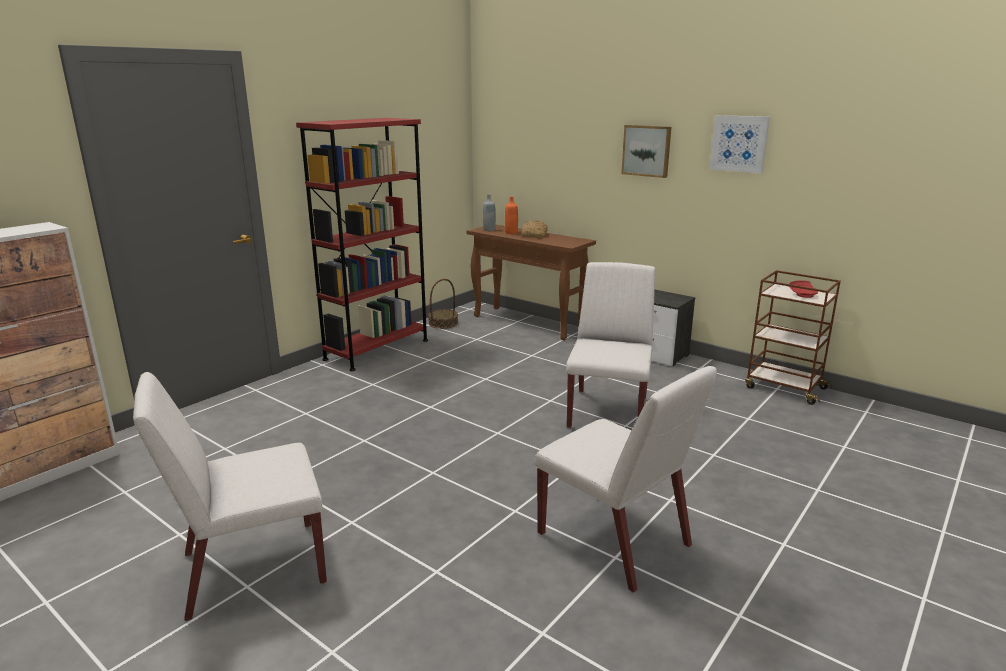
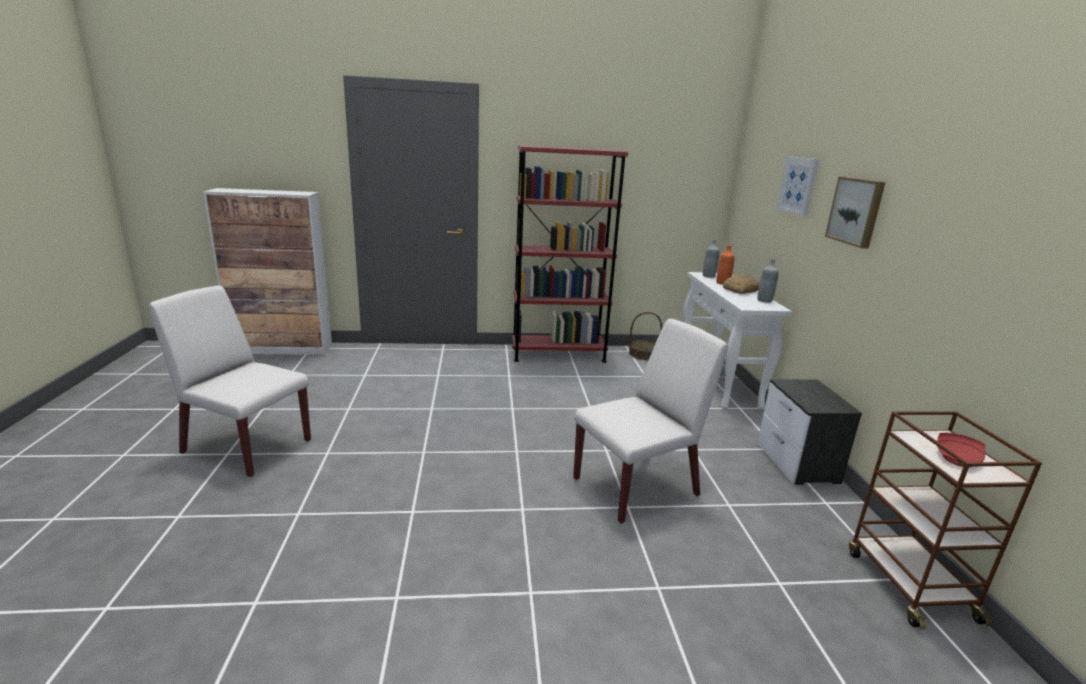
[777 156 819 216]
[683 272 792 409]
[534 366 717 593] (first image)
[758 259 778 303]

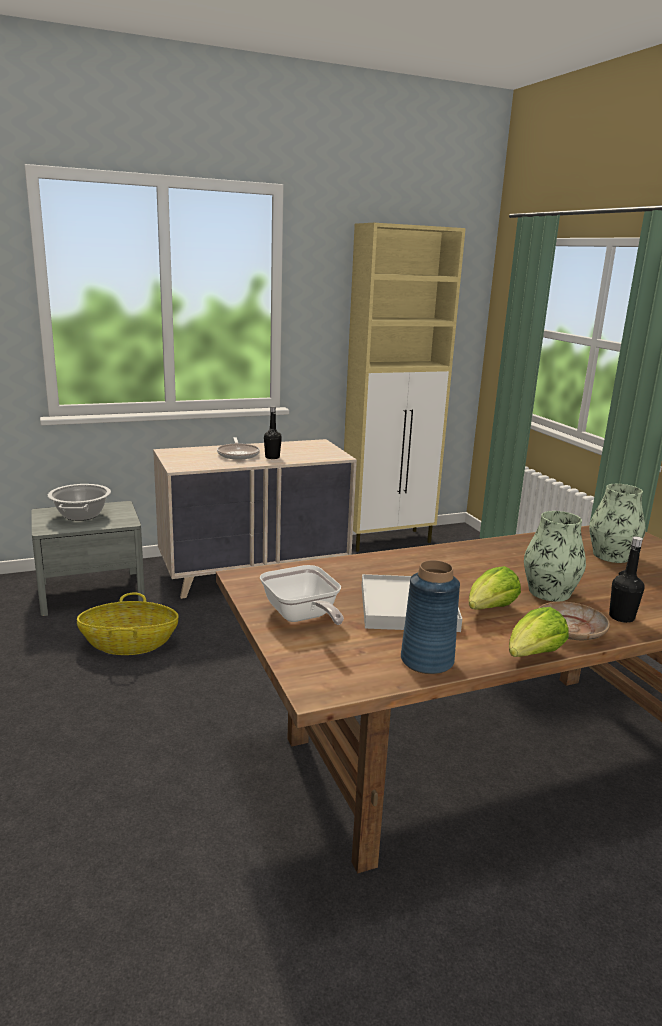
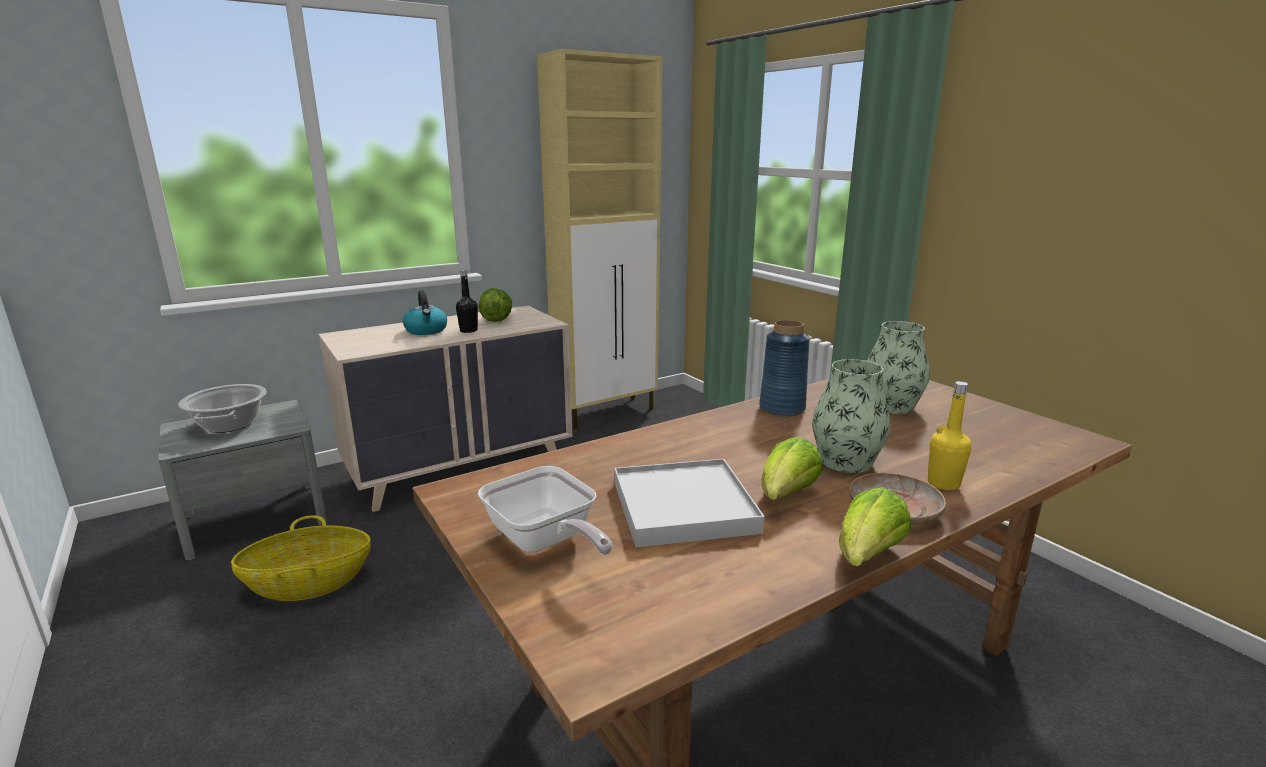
[403 290 447 335]
[928 381 972 490]
[759 320 810 417]
[478 288 512 322]

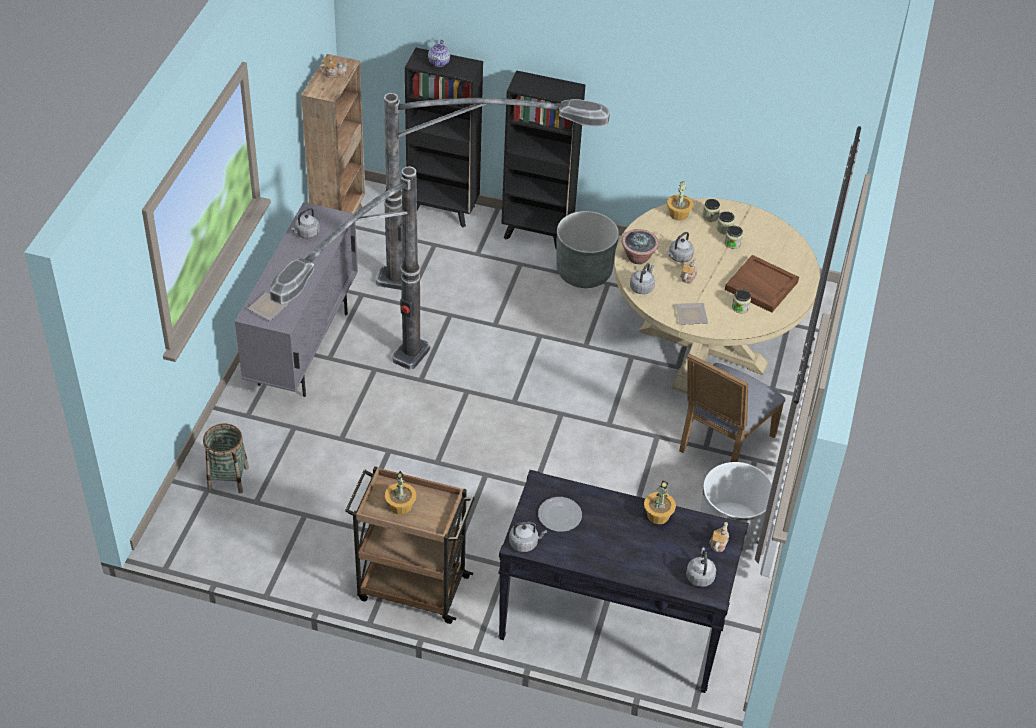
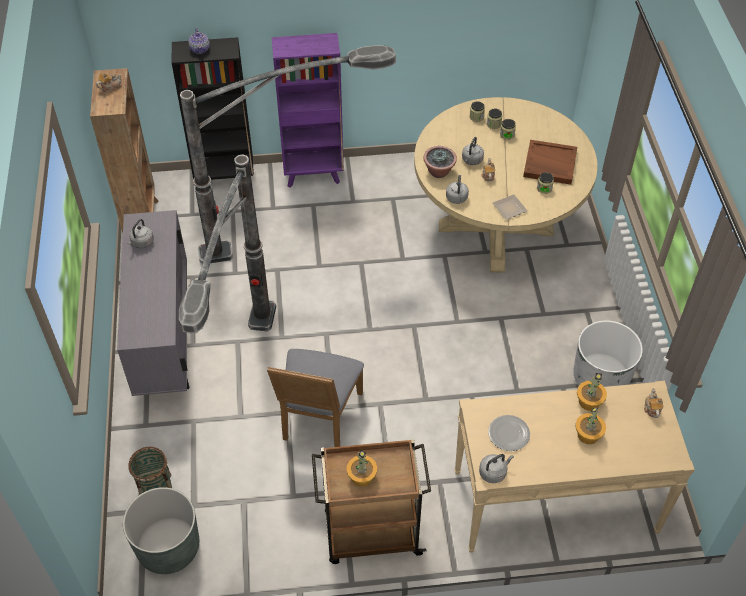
[272 33 344 188]
[575 407 606 444]
[123 487 199 574]
[248 292 288 321] (first image)
[267 349 364 447]
[454 381 695 552]
[686 547 716 587] (first image)

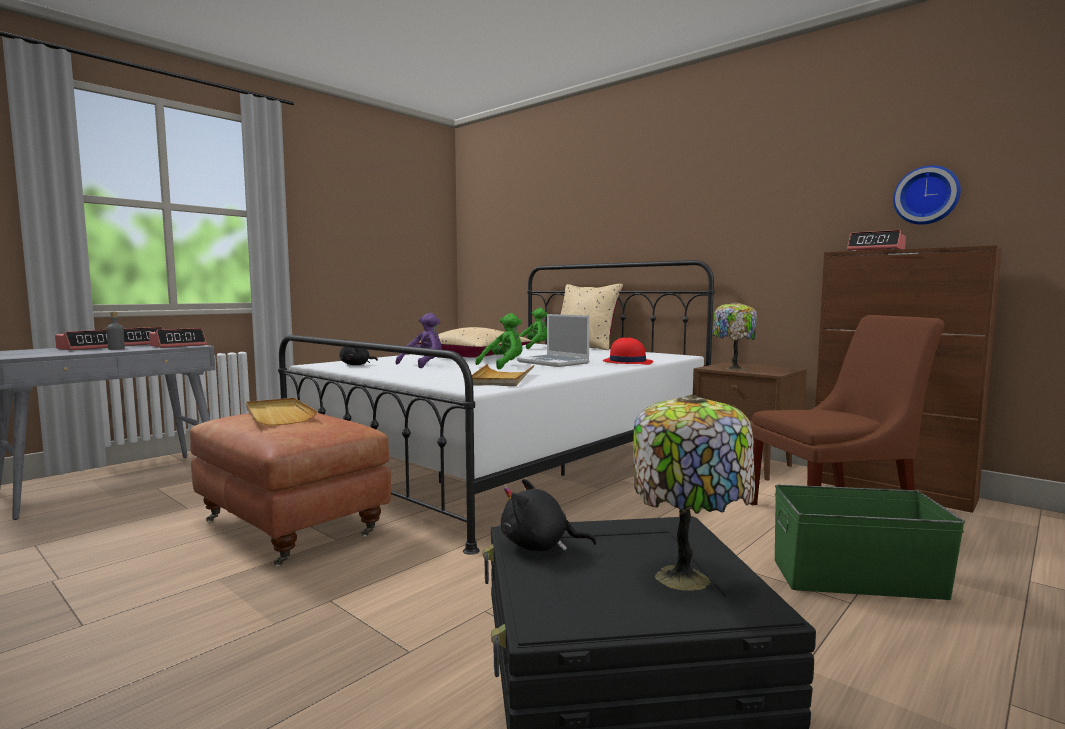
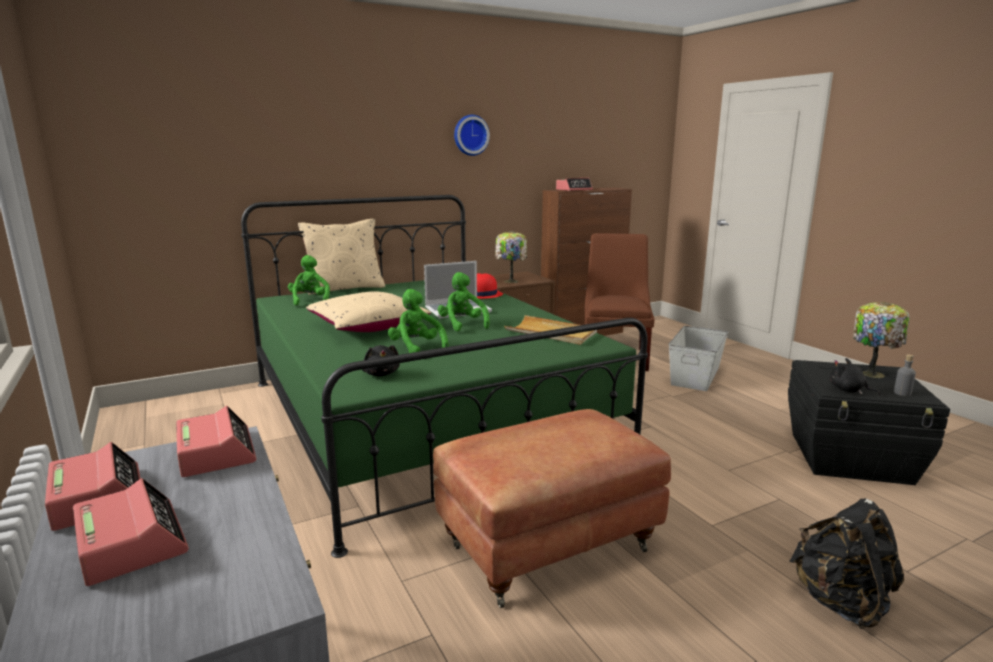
[454 115 490 156]
[241 195 648 558]
[894 354 916 396]
[388 289 449 353]
[246 398 317 426] (first image)
[829 358 880 396]
[668 326 728 391]
[789 499 904 629]

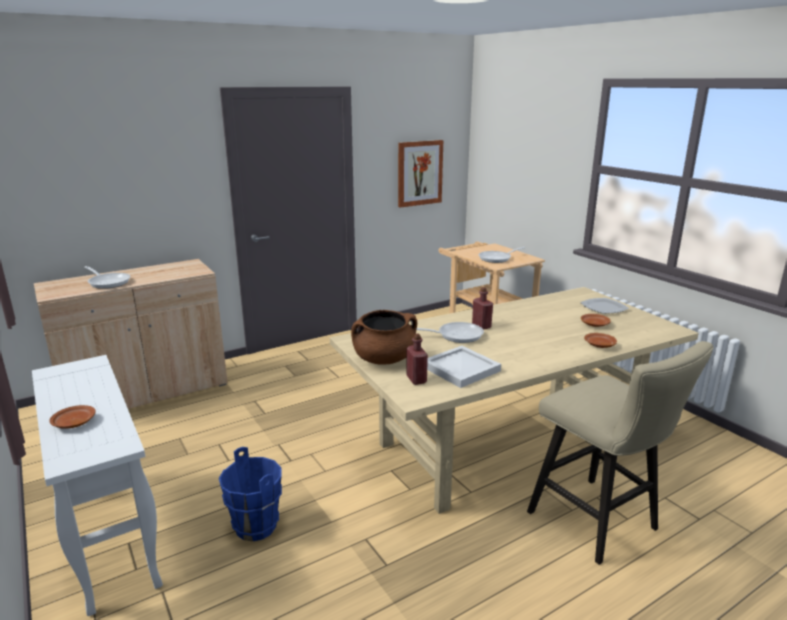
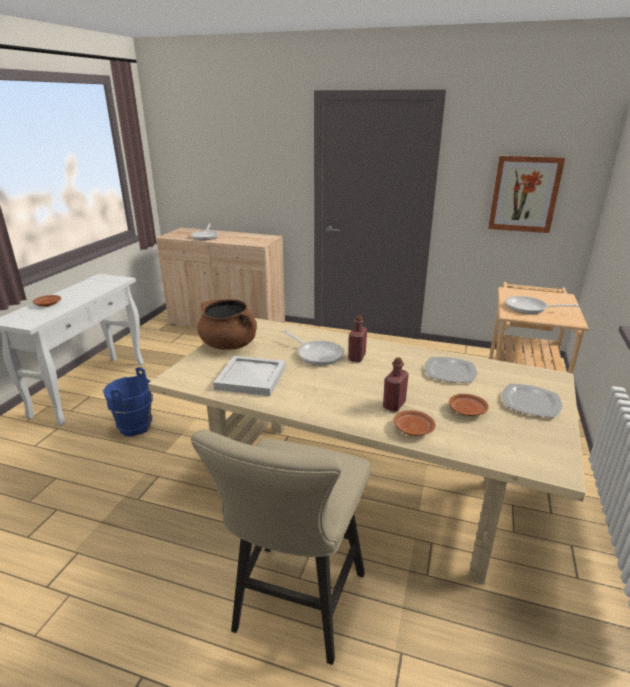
[383 357 409 412]
[424 357 477 383]

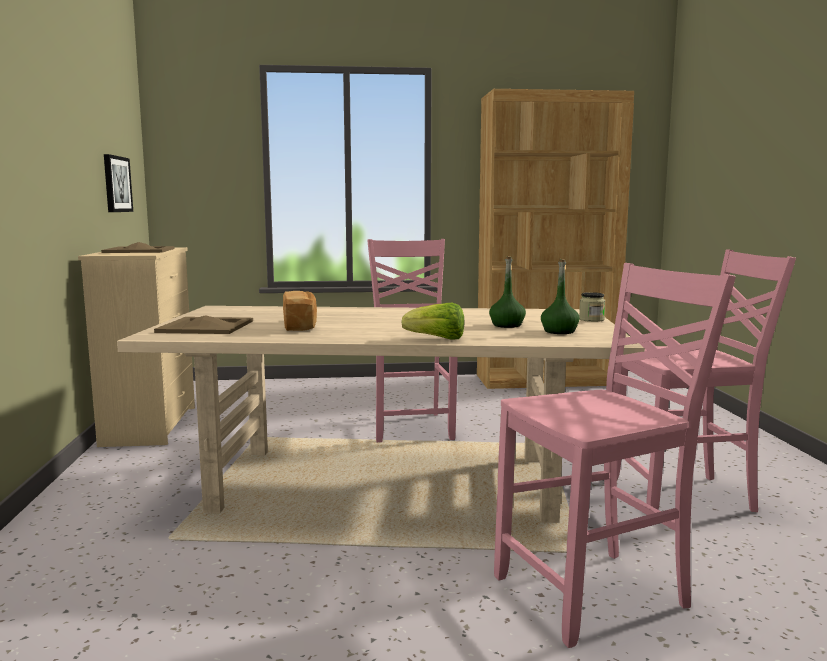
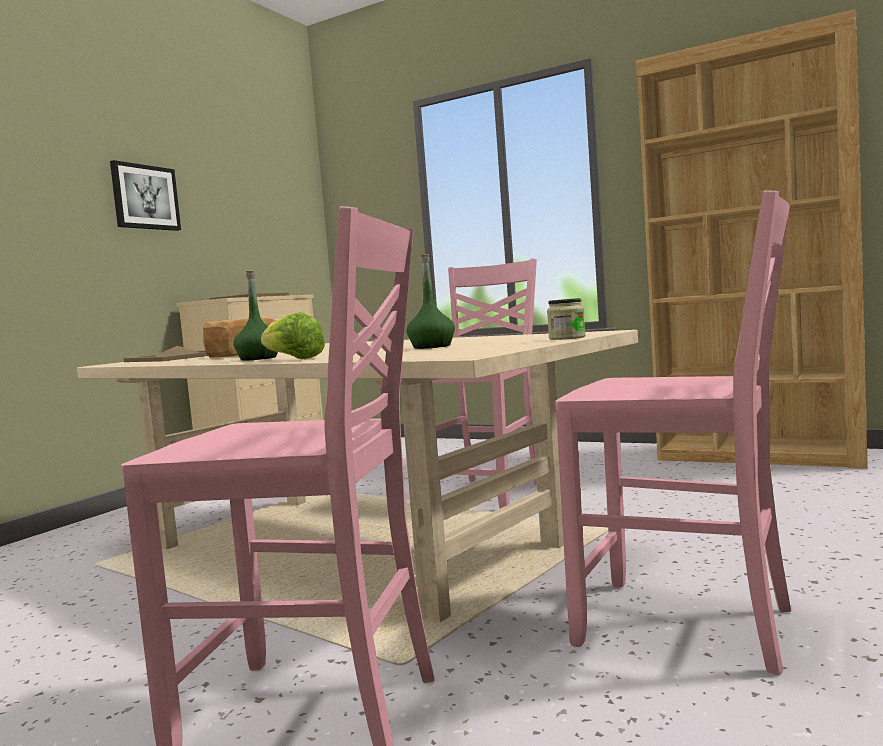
[110 160 181 231]
[233 270 278 361]

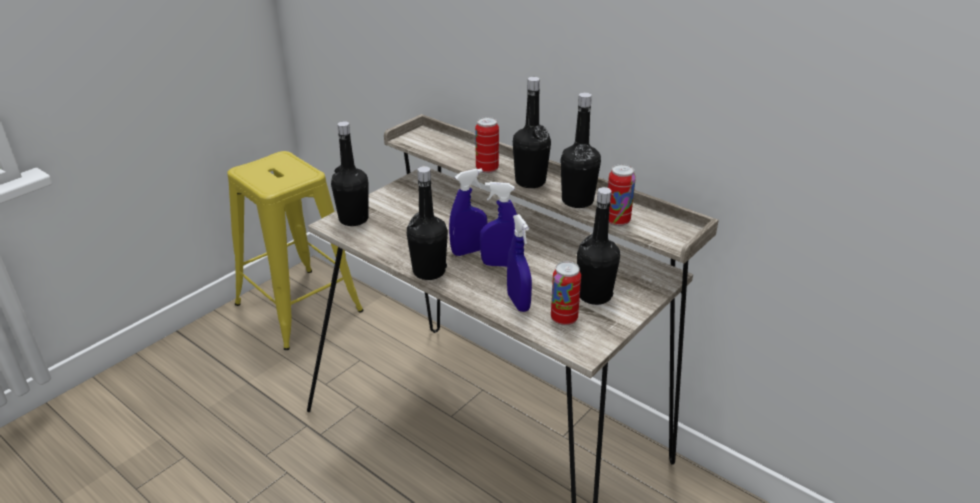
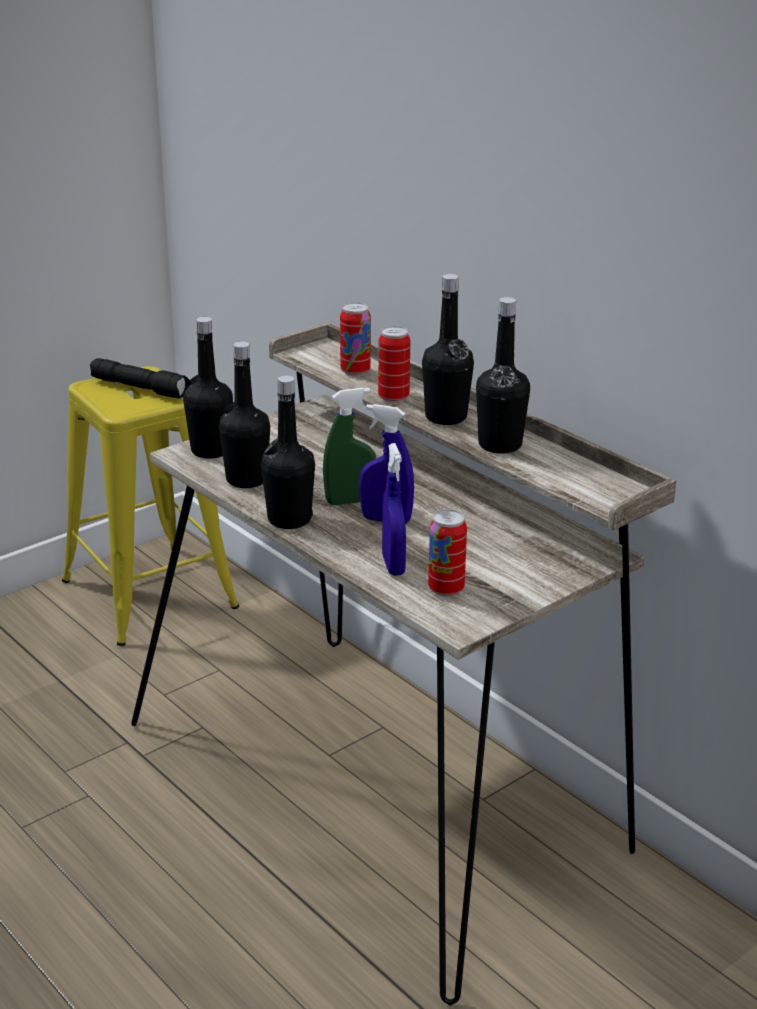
[340 302 371 376]
[323 388 376 505]
[219 341 270 488]
[90 358 191 399]

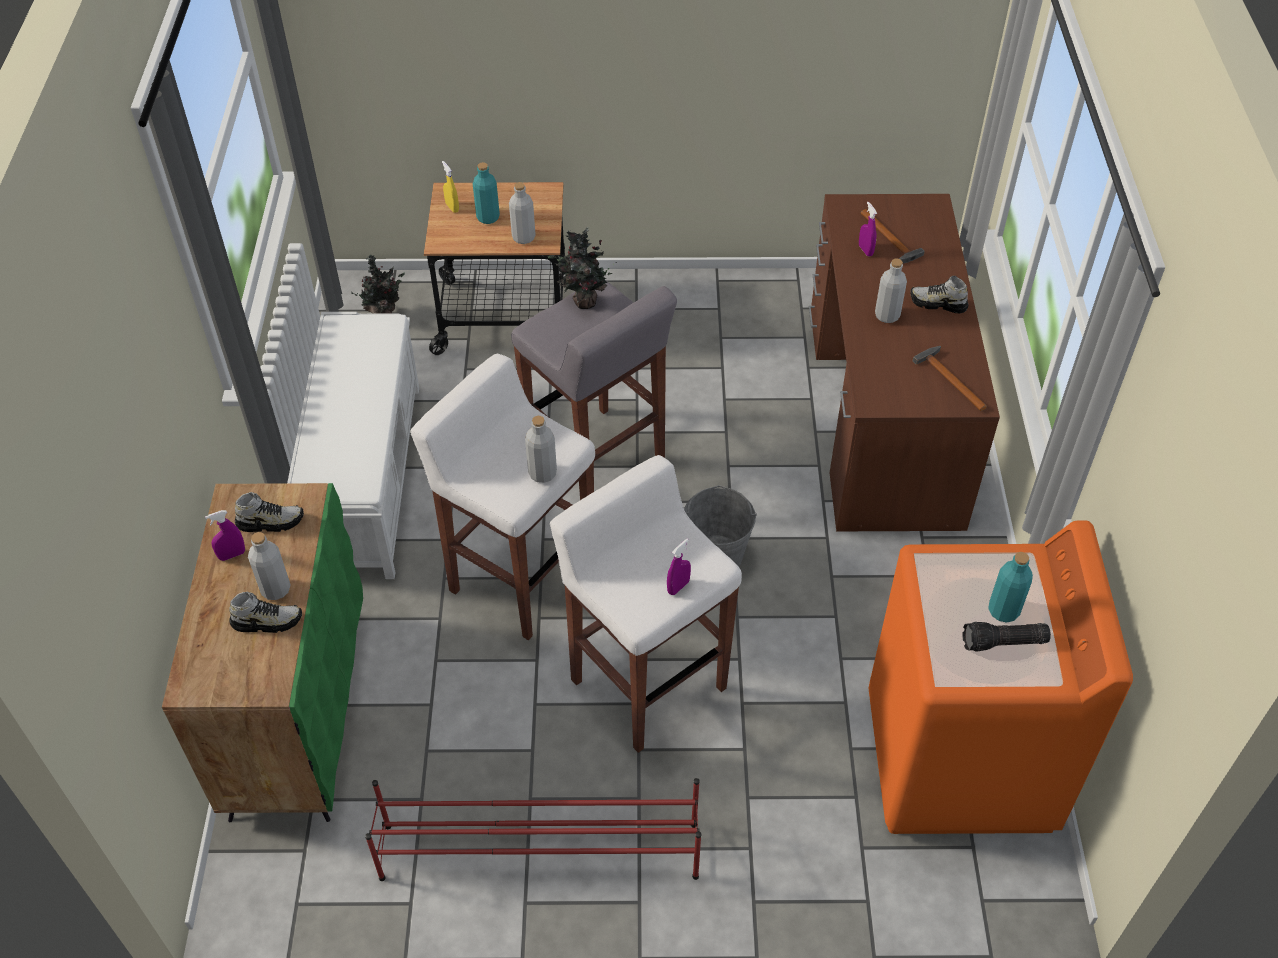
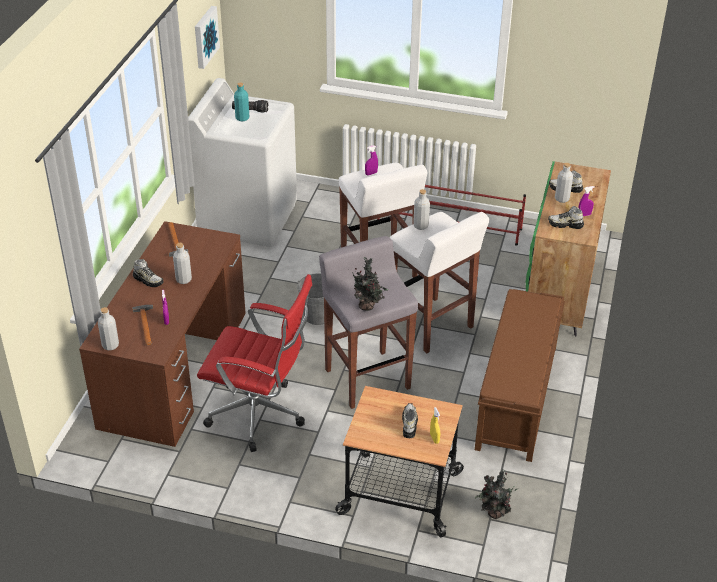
[402 403 418 438]
[98 307 119 350]
[475 289 565 462]
[188 78 297 247]
[195 6 220 69]
[197 274 312 452]

